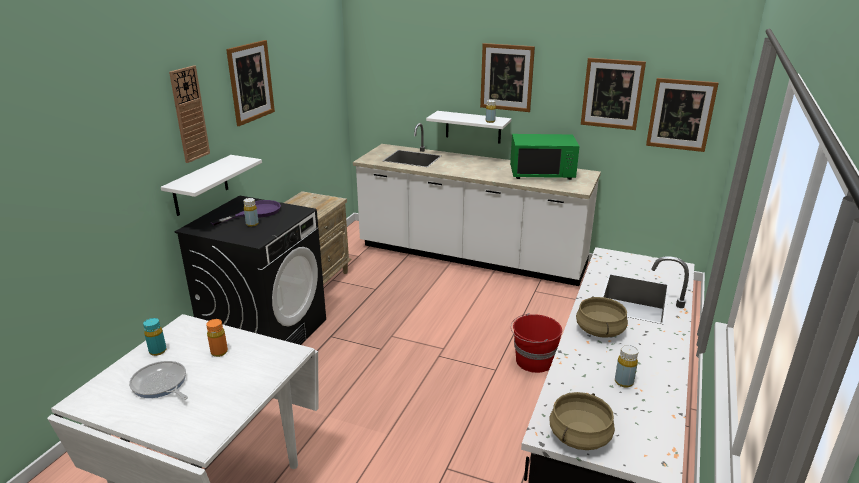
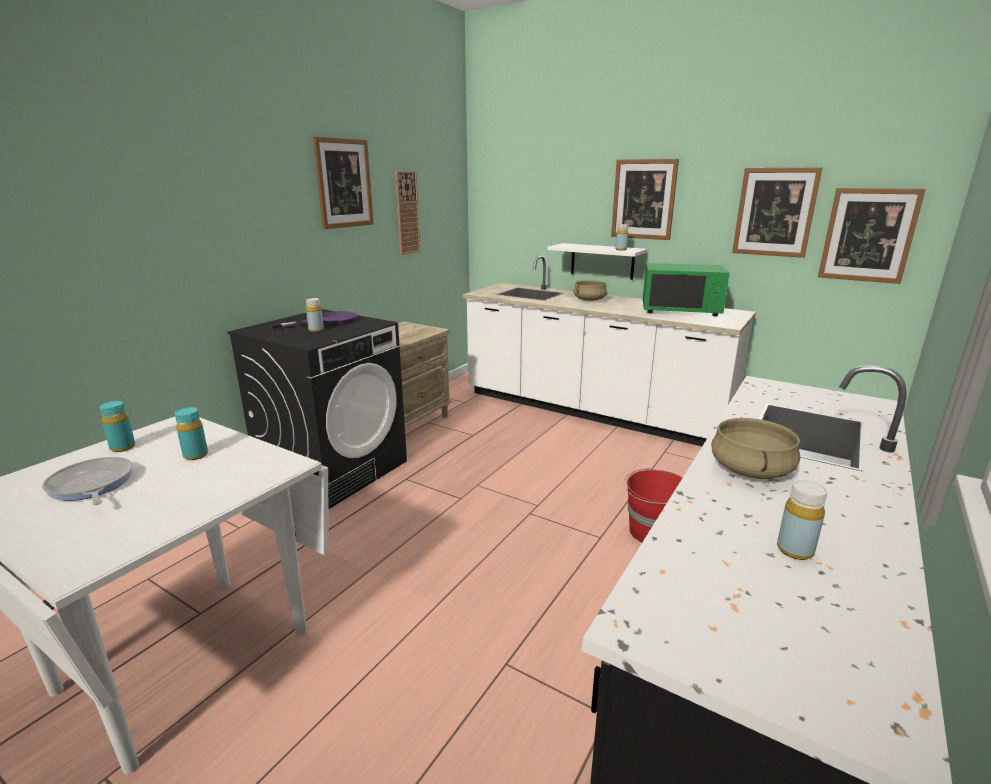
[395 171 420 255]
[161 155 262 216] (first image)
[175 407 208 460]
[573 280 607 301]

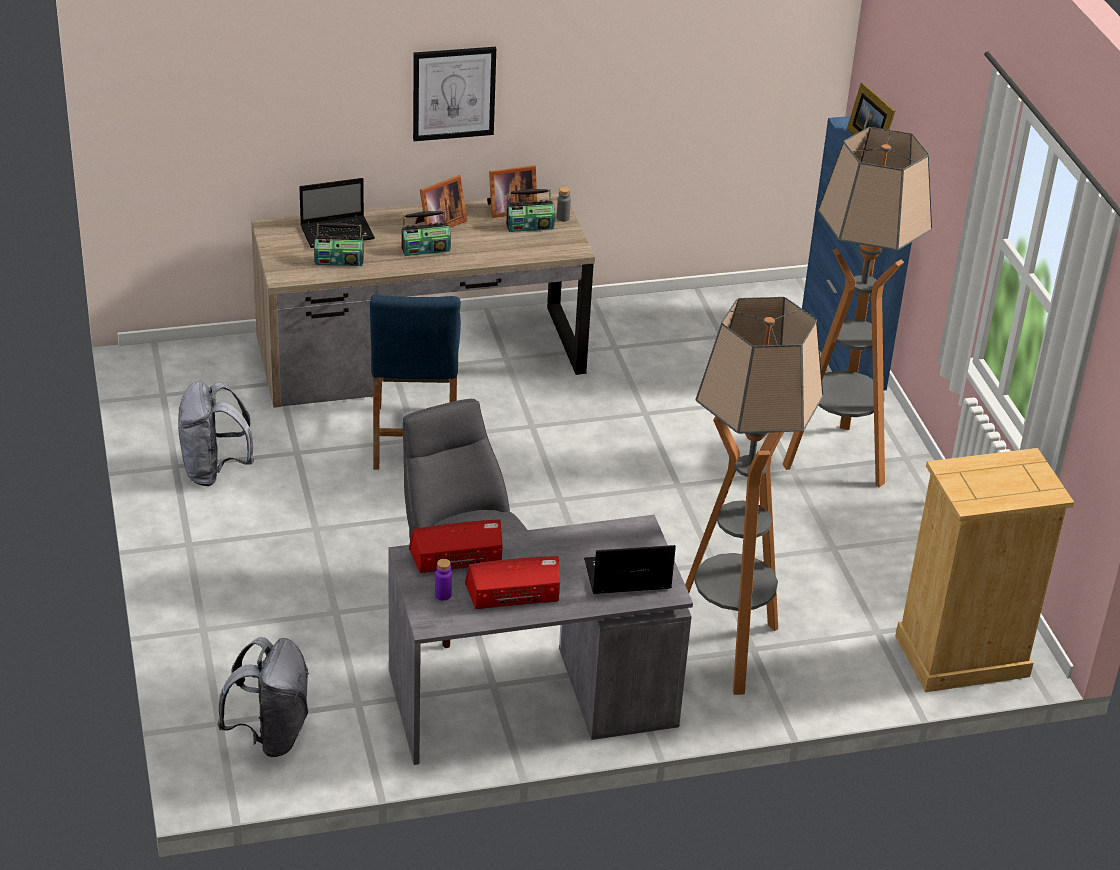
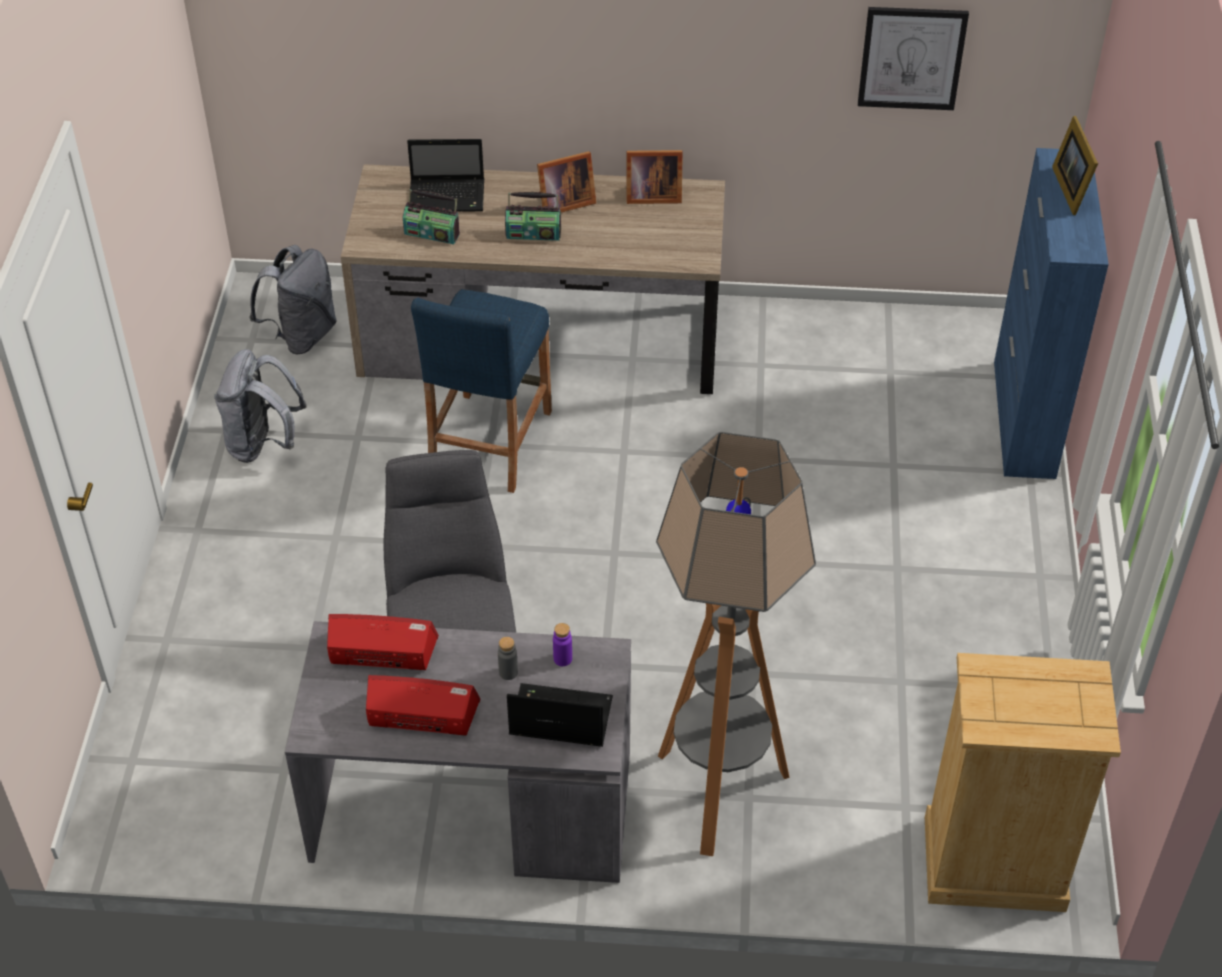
[858 7 969 110]
[783 127 932 487] (first image)
[498 637 518 680]
[506 189 555 232] (first image)
[553 623 572 666]
[249 245 337 355]

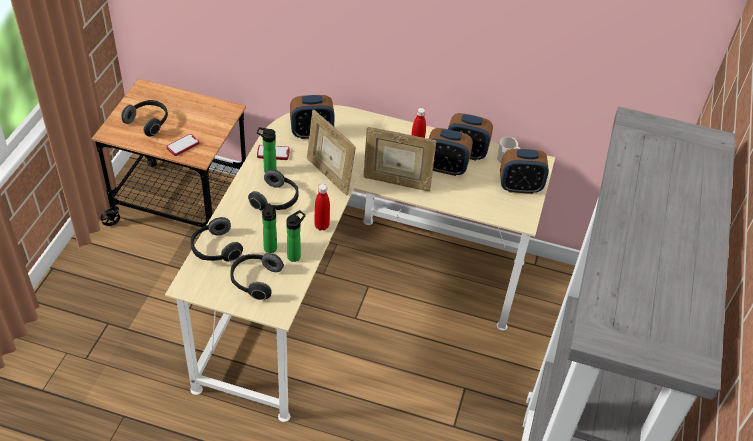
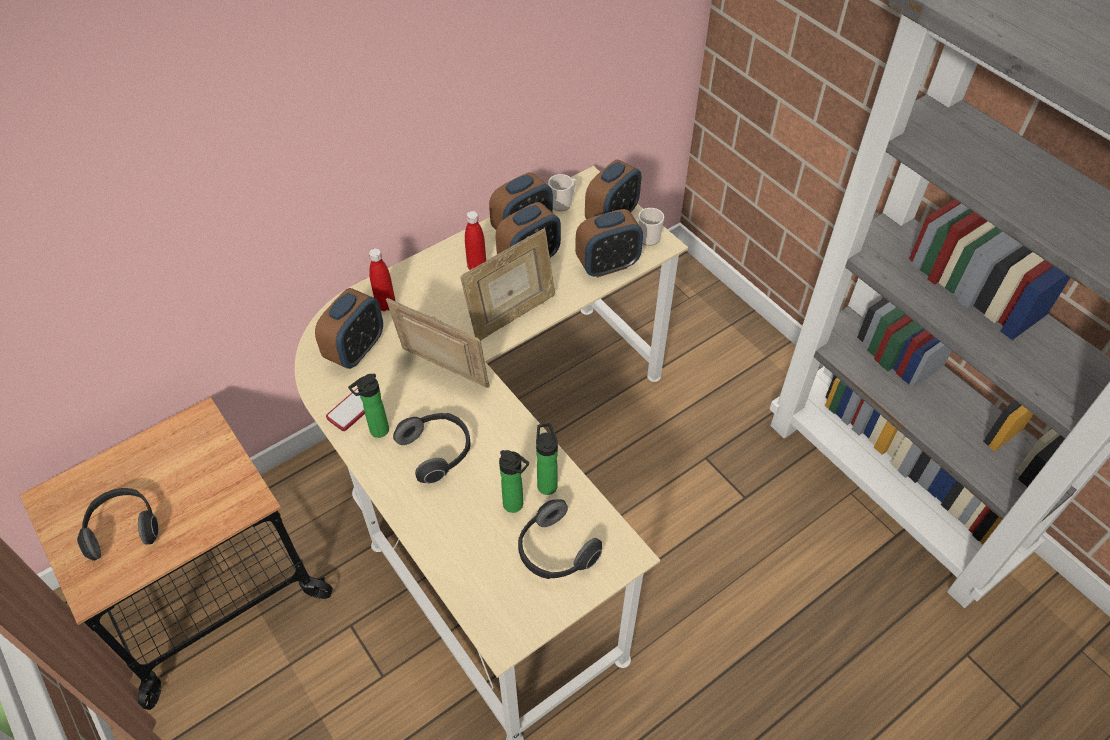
[386 298 490 388]
[166 134 200 156] (first image)
[369 248 395 311]
[191 217 243 262] (first image)
[636 208 664 246]
[575 209 643 278]

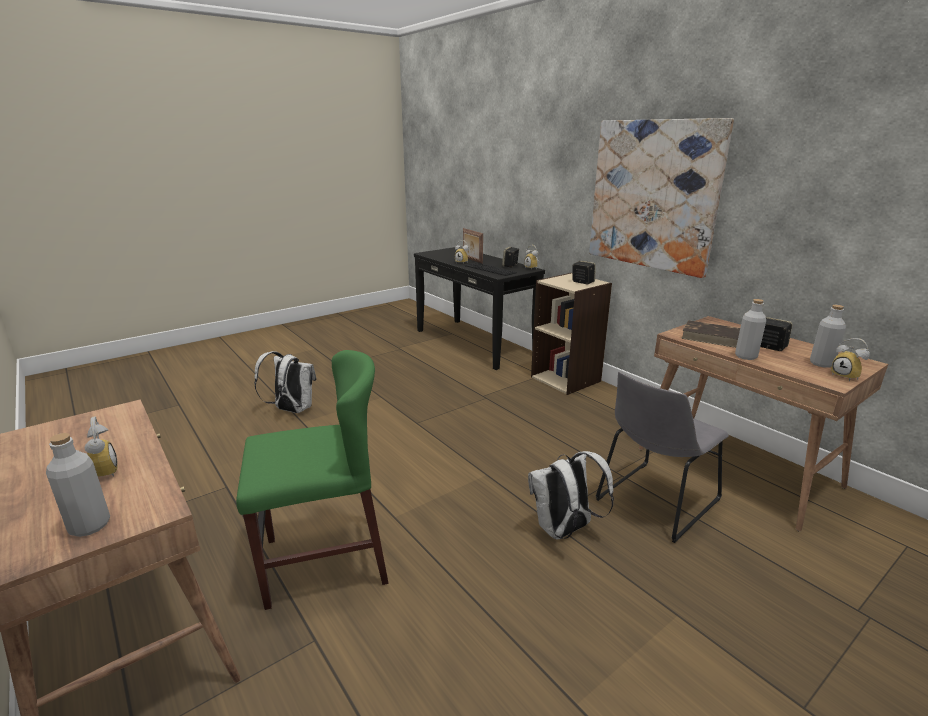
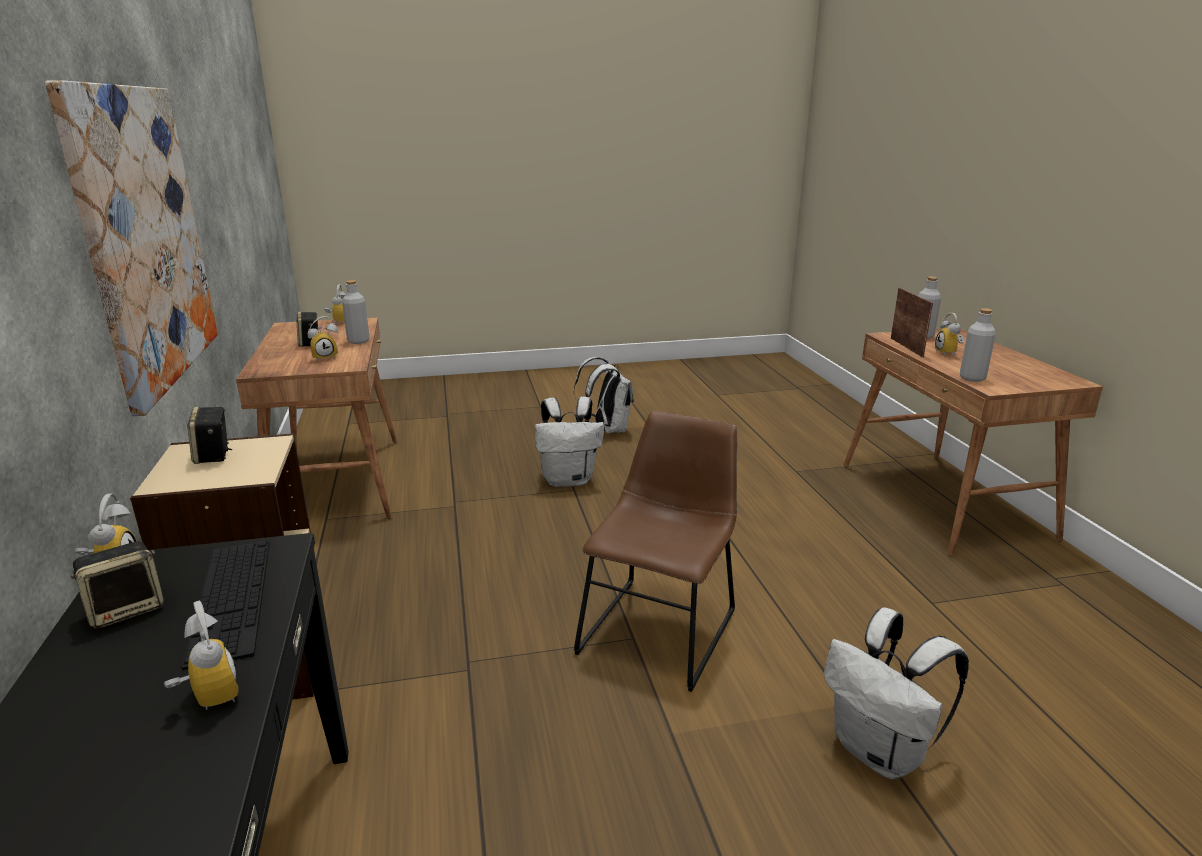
[891 288 933 357]
[960 308 996 382]
[308 316 338 362]
[236 350 389 610] (first image)
[596 372 729 543] (first image)
[574 357 634 433]
[573 411 737 692]

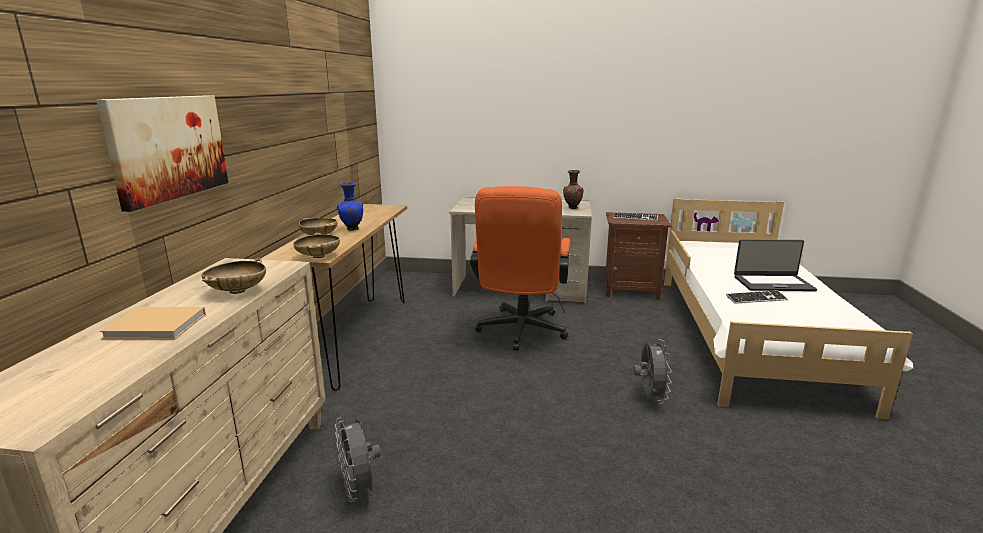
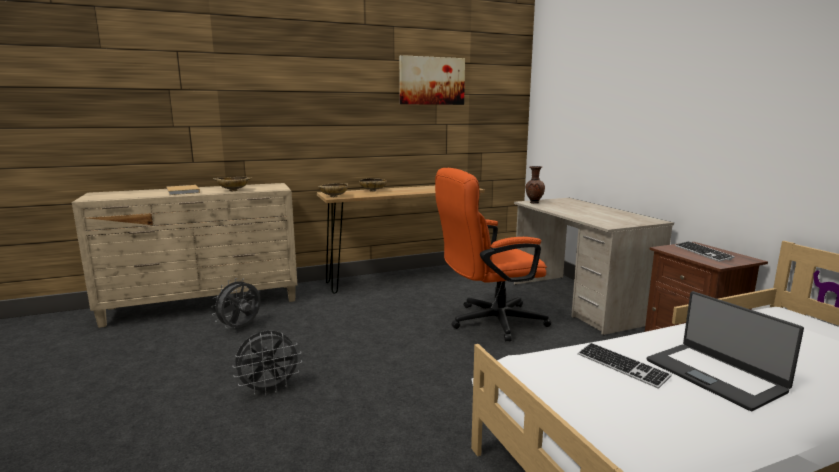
[399 55 465 105]
[525 166 545 204]
[337 182 363 231] (first image)
[232 331 302 395]

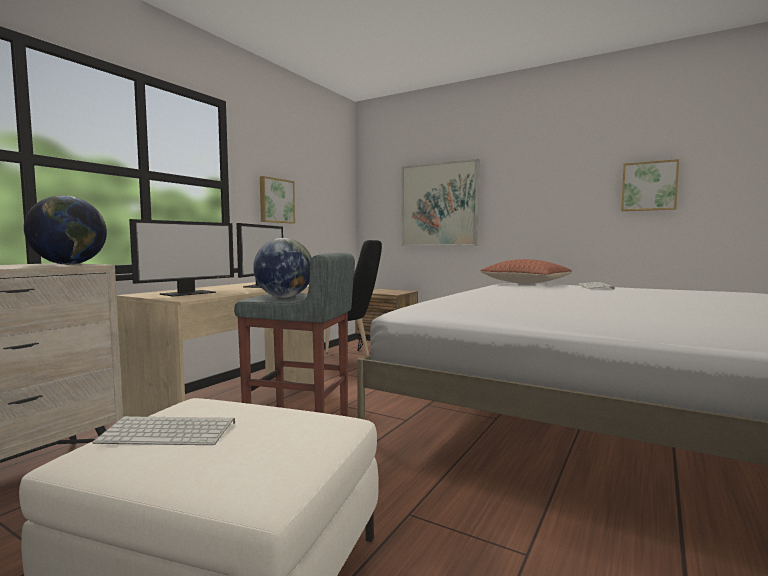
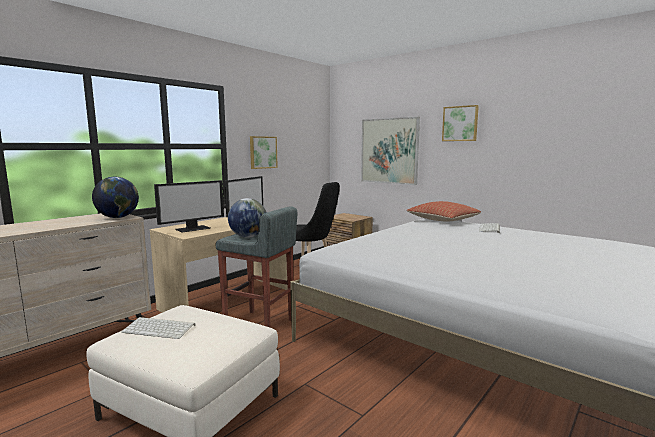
[442 105 479 141]

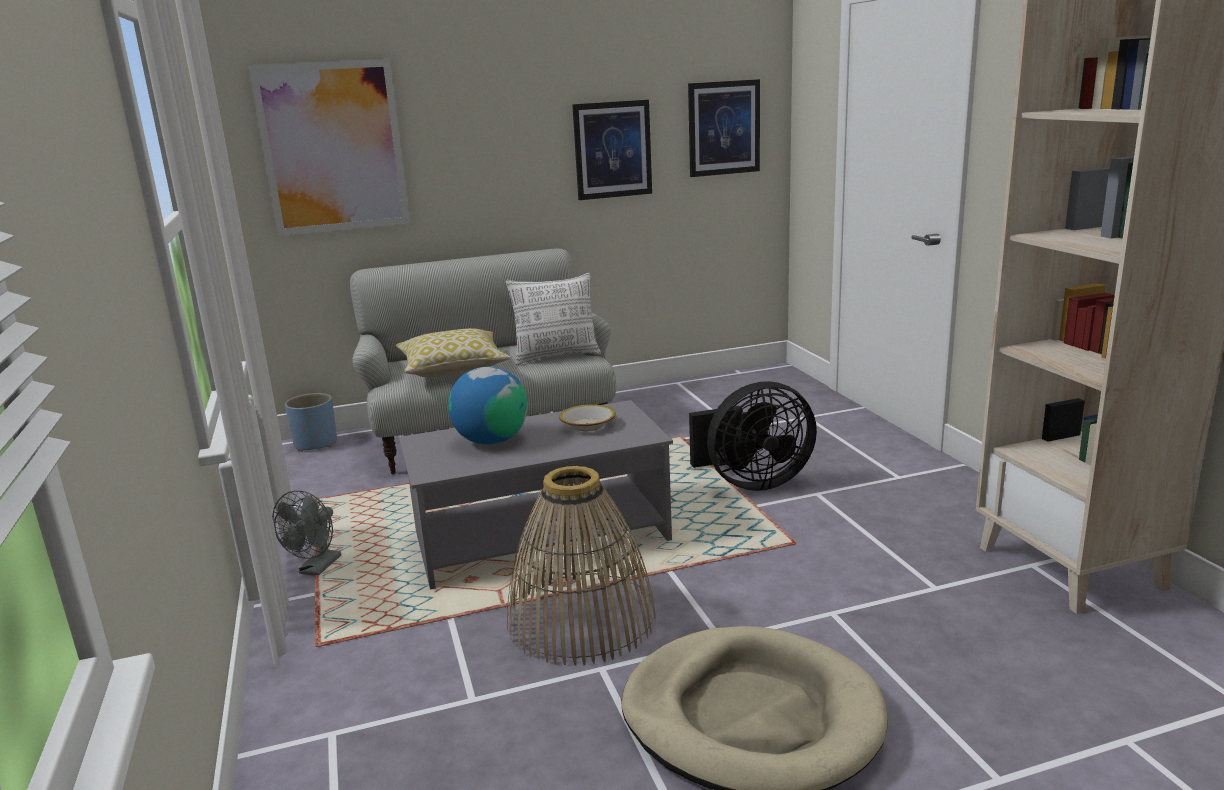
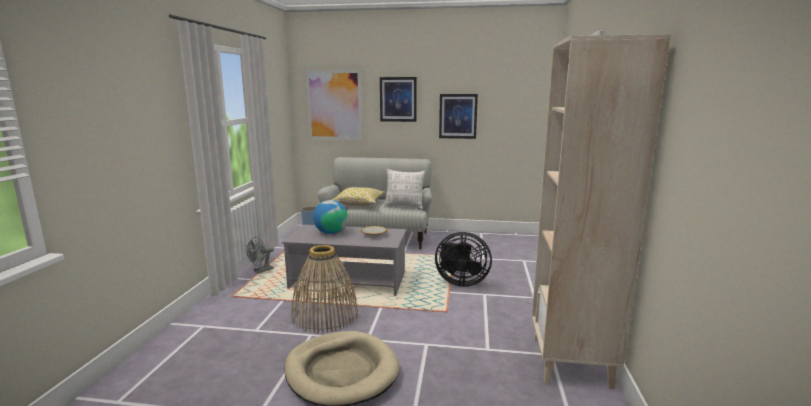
[380 77 417 122]

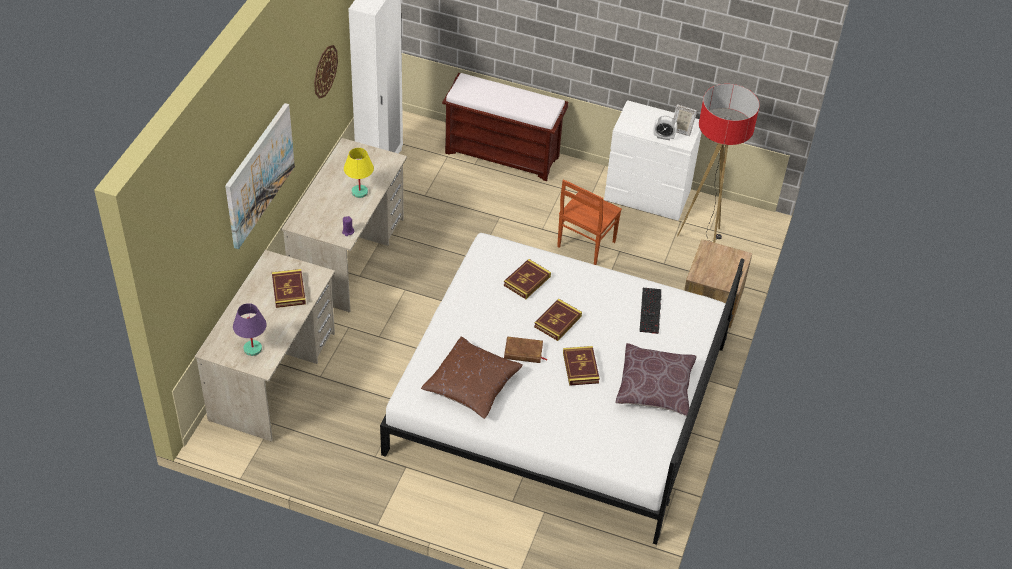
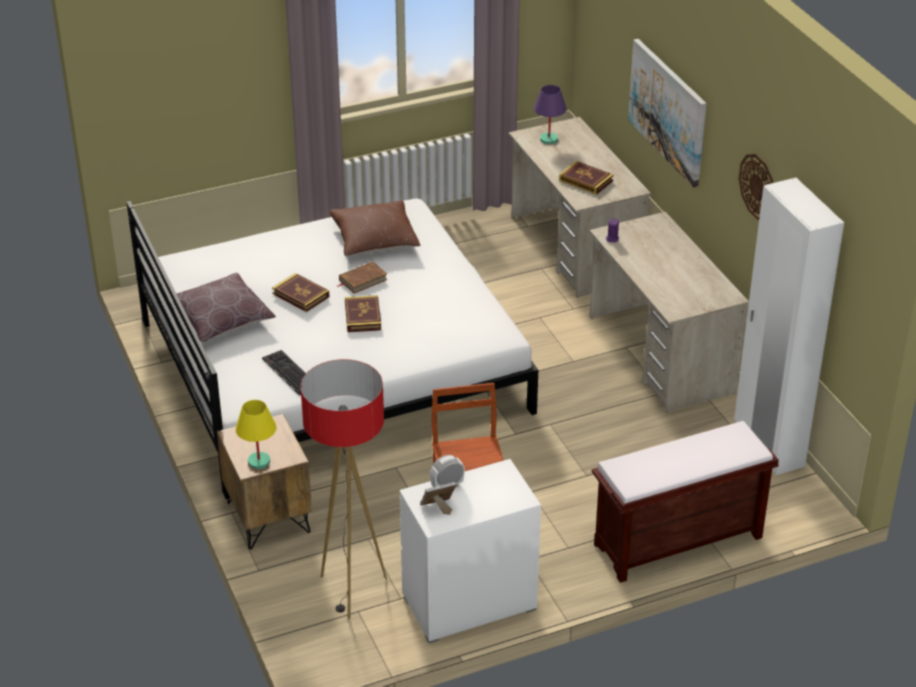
[236 400 276 469]
[504 259 551 299] (first image)

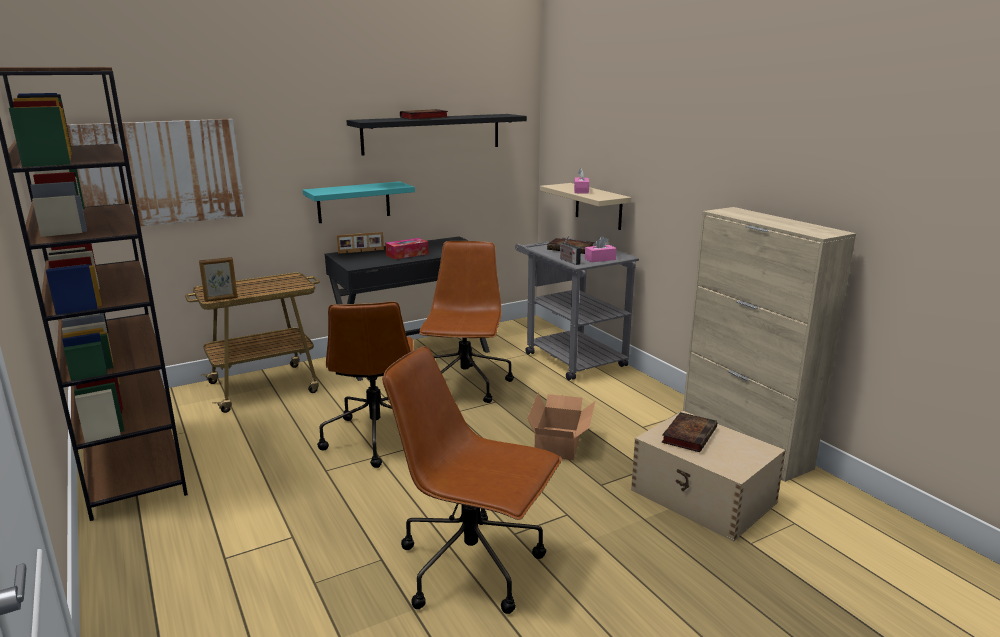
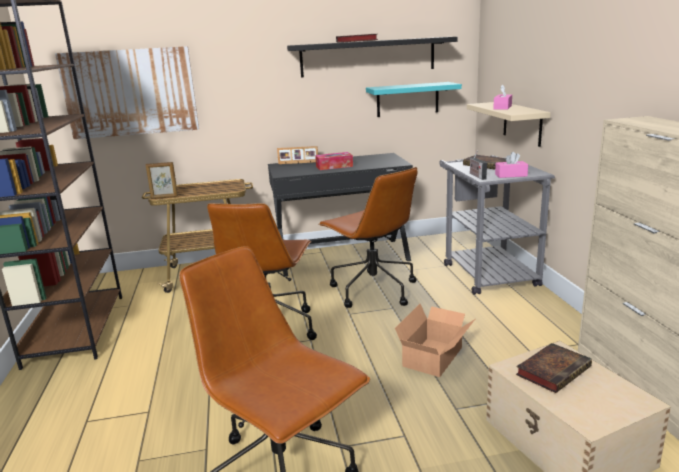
[366 82 462 117]
[318 167 418 308]

